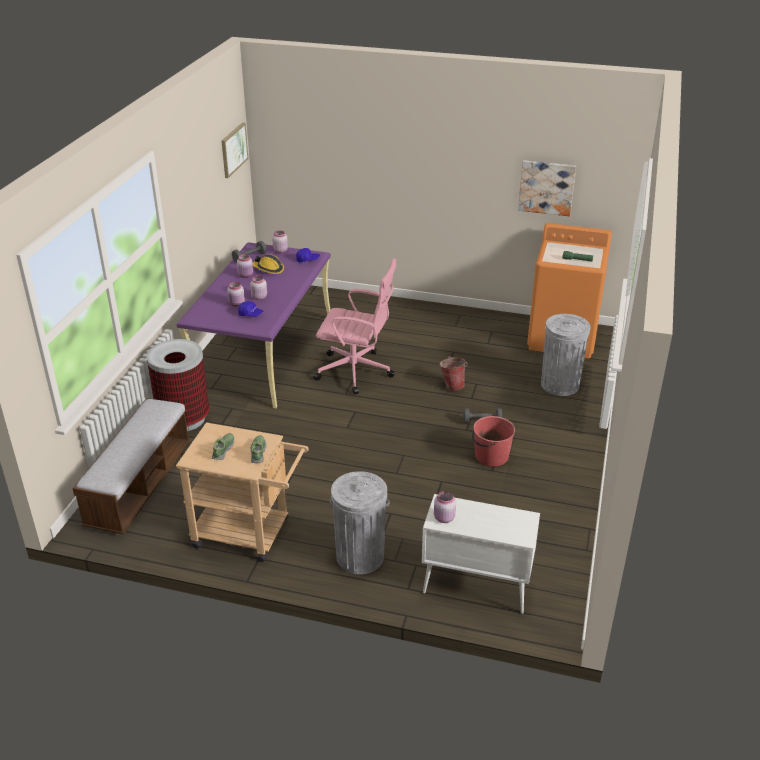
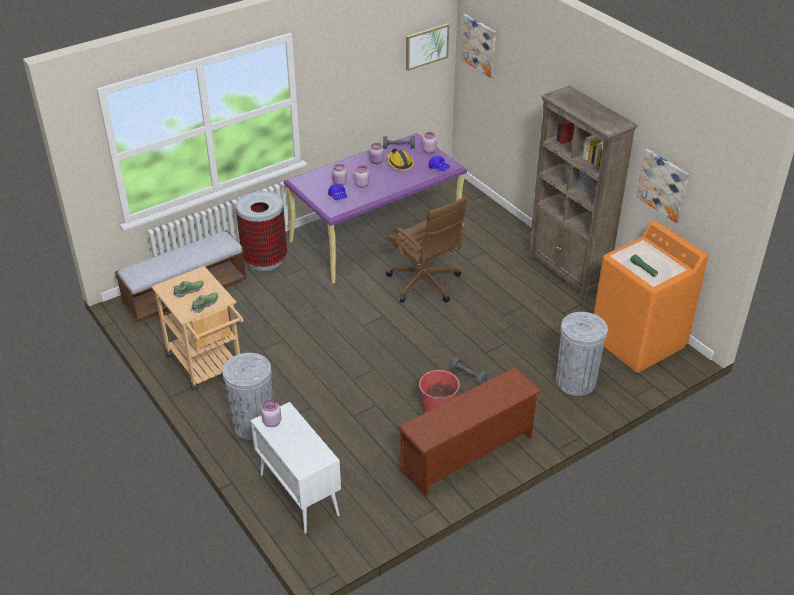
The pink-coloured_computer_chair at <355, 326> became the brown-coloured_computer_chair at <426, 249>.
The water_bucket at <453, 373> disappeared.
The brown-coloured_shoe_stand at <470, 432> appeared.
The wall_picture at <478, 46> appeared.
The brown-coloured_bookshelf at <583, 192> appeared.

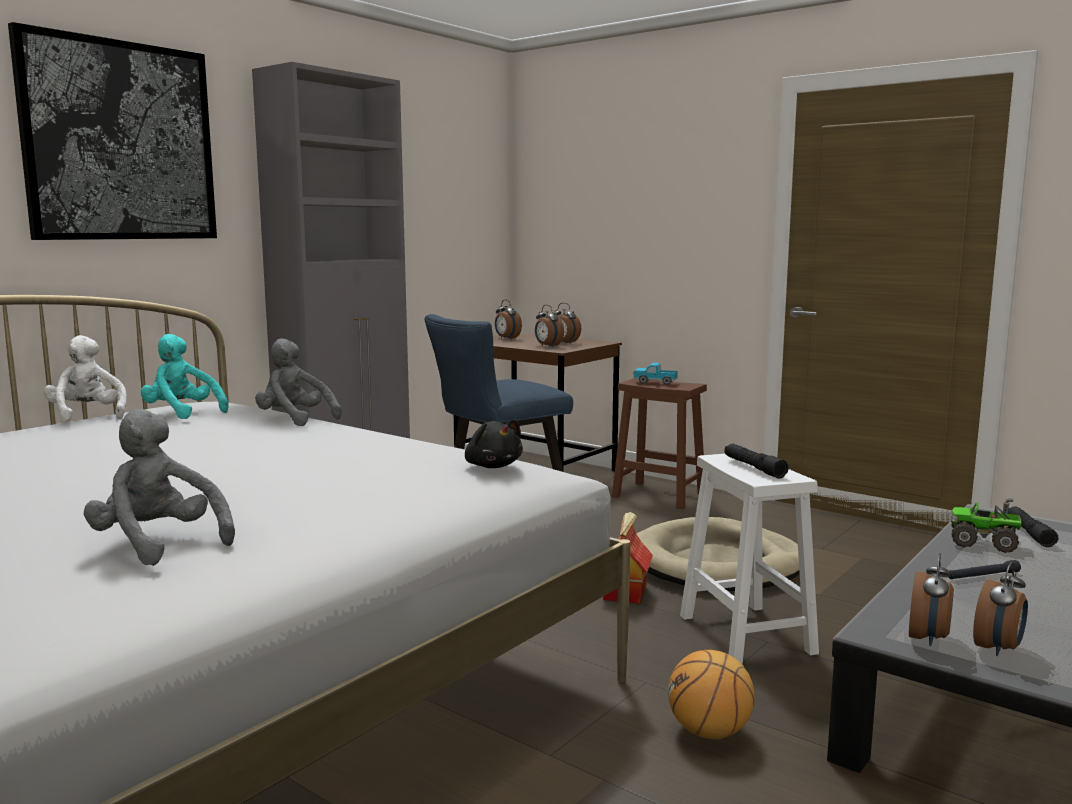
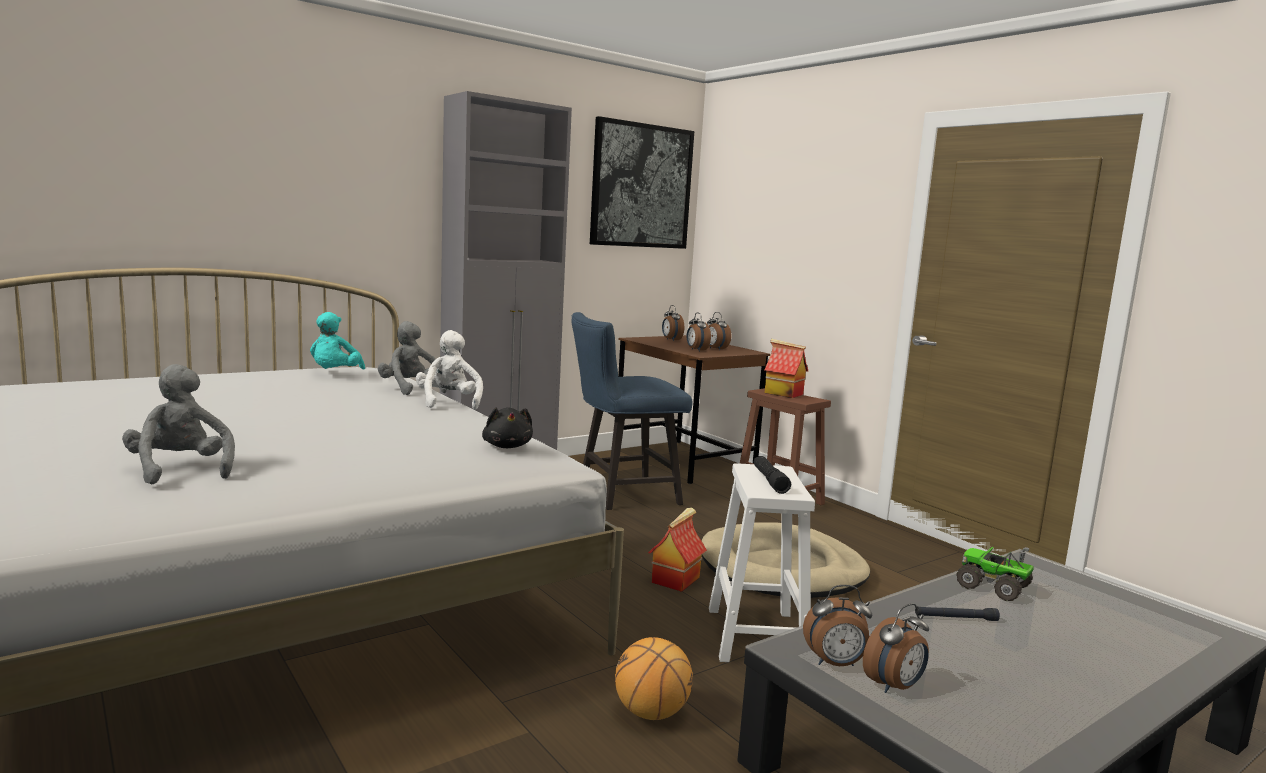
The wall_picture moved from <112, 131> to <642, 182>.
The whitish_plush_toy moved from <85, 378> to <449, 370>.
The turquoise_plush_toy at <185, 376> turned 135 degrees counterclockwise.
The toy_truck at <655, 374> was replaced by the model_house at <786, 368>.
The table_clock at <931, 599> turned 45 degrees clockwise.
The black_flashlight at <1033, 526> disappeared.

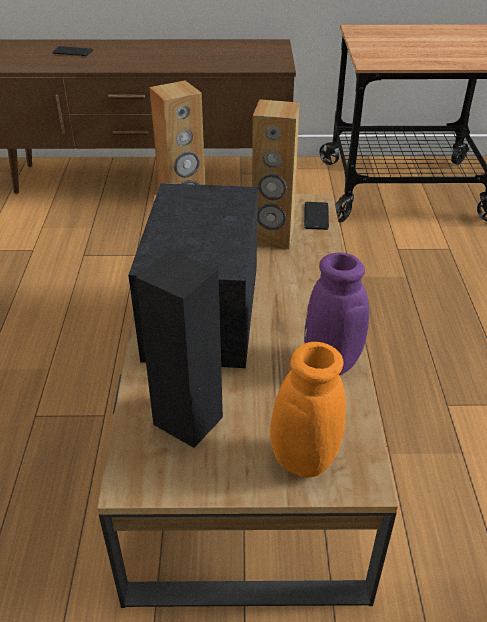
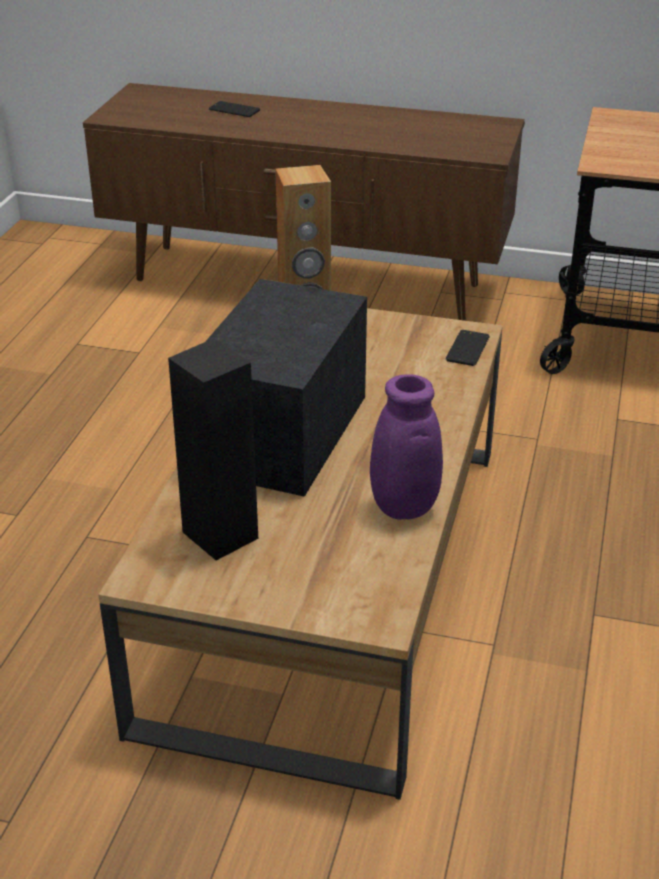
The orange_decorative_vase at <272, 409> disappeared.
The brown-coloured_speaker at <275, 174> disappeared.

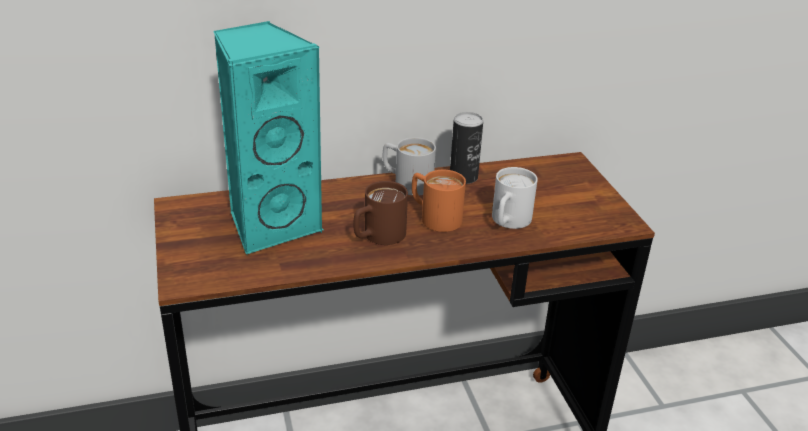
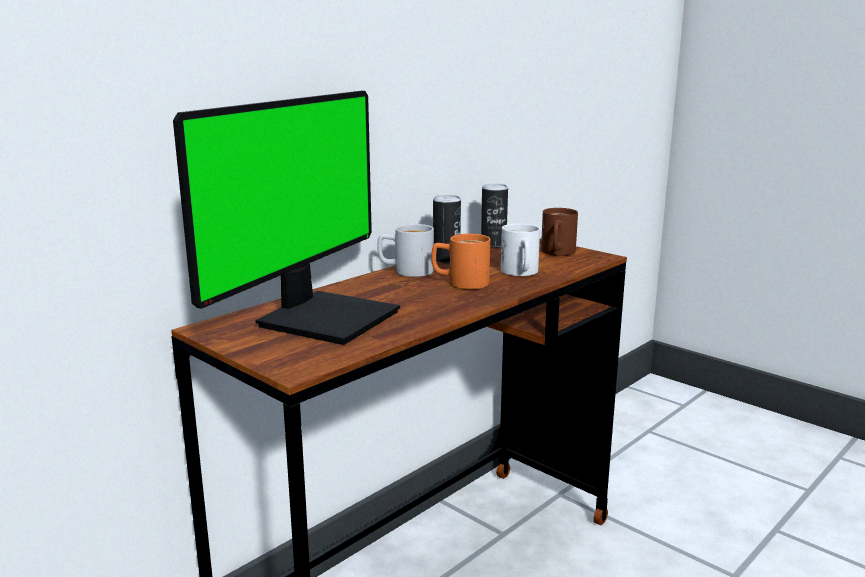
The turquoise_speaker at <268, 137> was replaced by the monitor at <286, 218>.
The brown-coloured_tea_mug moved from <380, 213> to <559, 232>.
The can at <494, 215> appeared.

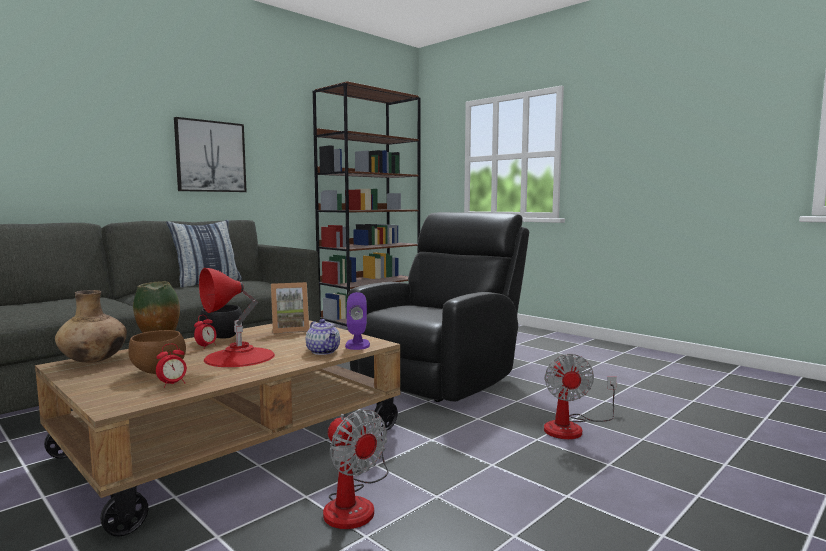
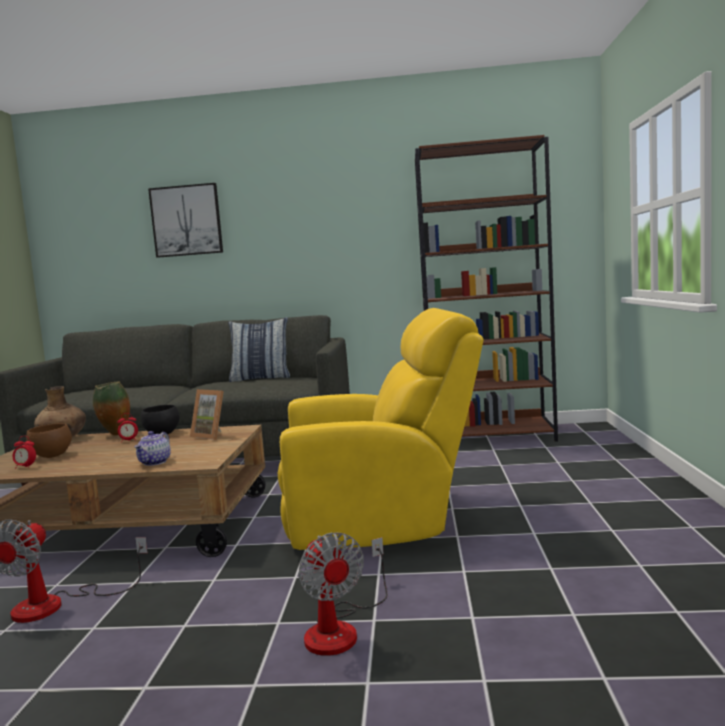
The wall_picture moved from <210, 154> to <185, 220>.
The red-coloured_table_lamp at <237, 317> disappeared.
The purple_speaker at <357, 321> disappeared.
The black_easy_chair at <438, 307> became the yellow-coloured_easy_chair at <381, 429>.
The fan at <580, 396> turned 75 degrees counterclockwise.

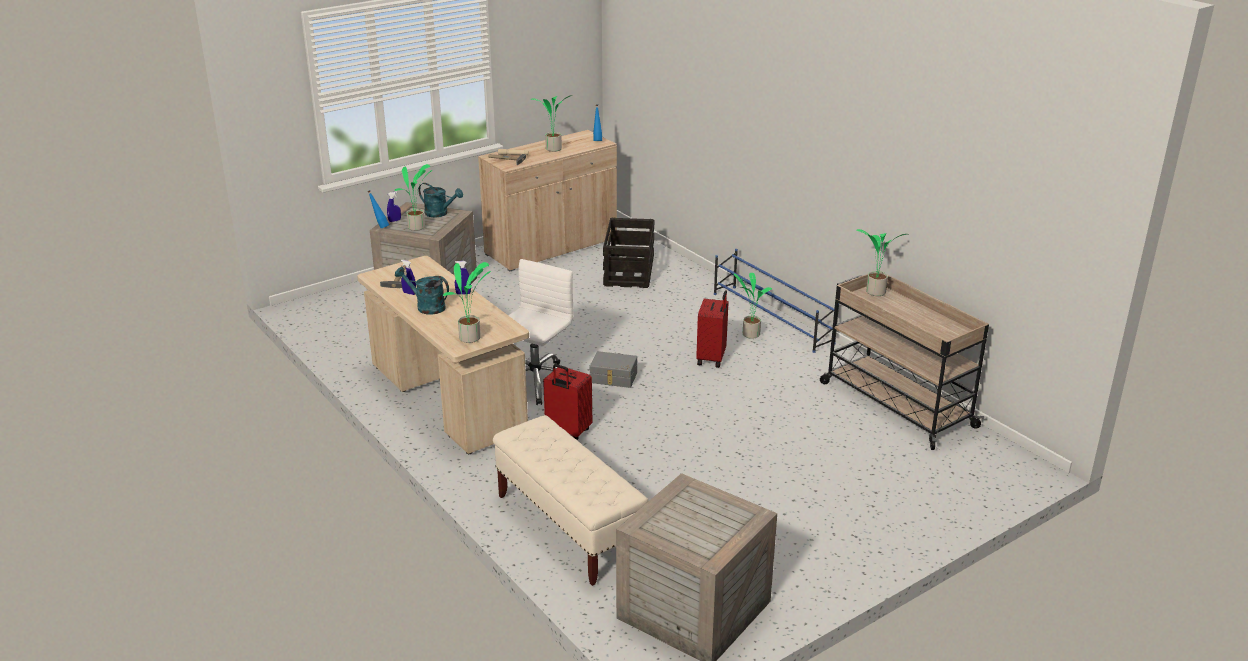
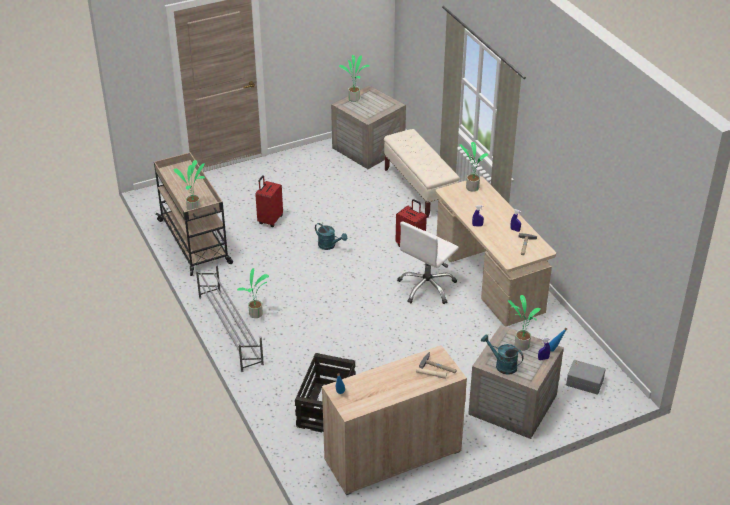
The turquoise_watering_can moved from <422, 291> to <331, 236>.
The potted_plant moved from <551, 123> to <354, 78>.
The greyish_storage_container moved from <613, 369> to <586, 377>.
The red-coloured_suitcase moved from <712, 329> to <269, 201>.
The blue_shoe_stand at <776, 301> became the greyish_shoe_stand at <230, 318>.

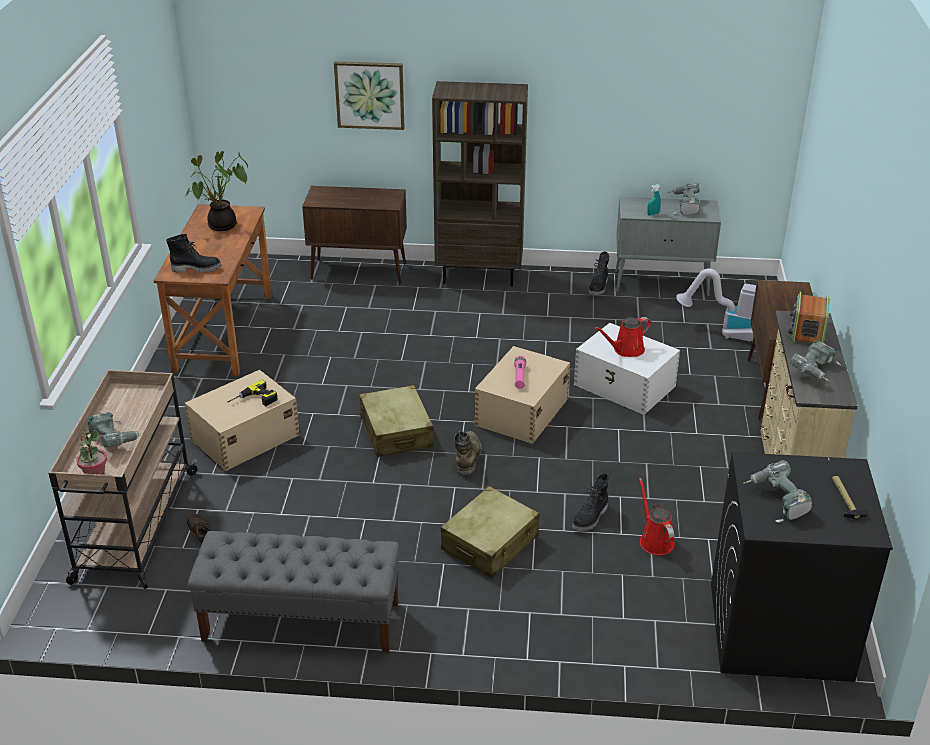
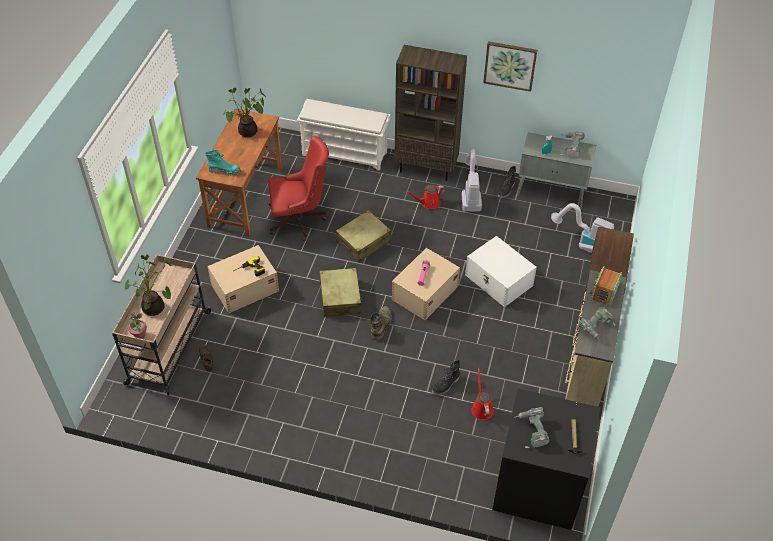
The drill at <114, 429> was replaced by the potted_plant at <148, 285>.
The black_tall_boot at <194, 253> became the turquoise_tall_boot at <223, 163>.
The greyish_long_seat at <293, 592> disappeared.
The brown-coloured_storage_cabinet at <354, 235> was replaced by the whitish_shoe_stand at <344, 135>.
The wall_picture moved from <369, 95> to <510, 66>.
The sand-coloured_suitcase moved from <490, 532> to <363, 236>.
The red-coloured_watering_can moved from <622, 337> to <425, 197>.
The red-coloured_computer_chair at <298, 188> appeared.
The vacuum_cleaner at <472, 180> appeared.

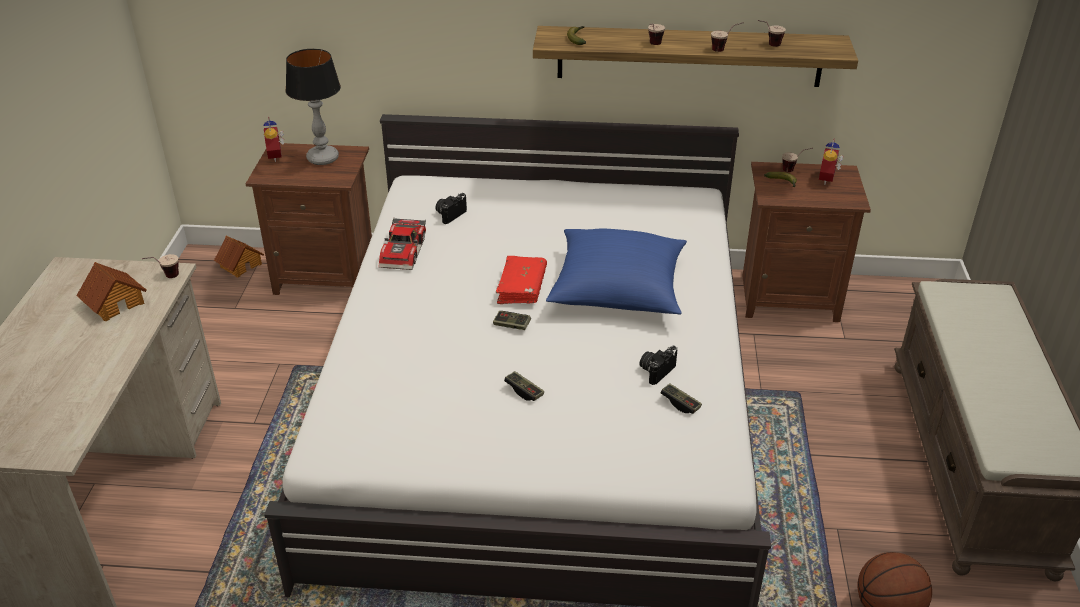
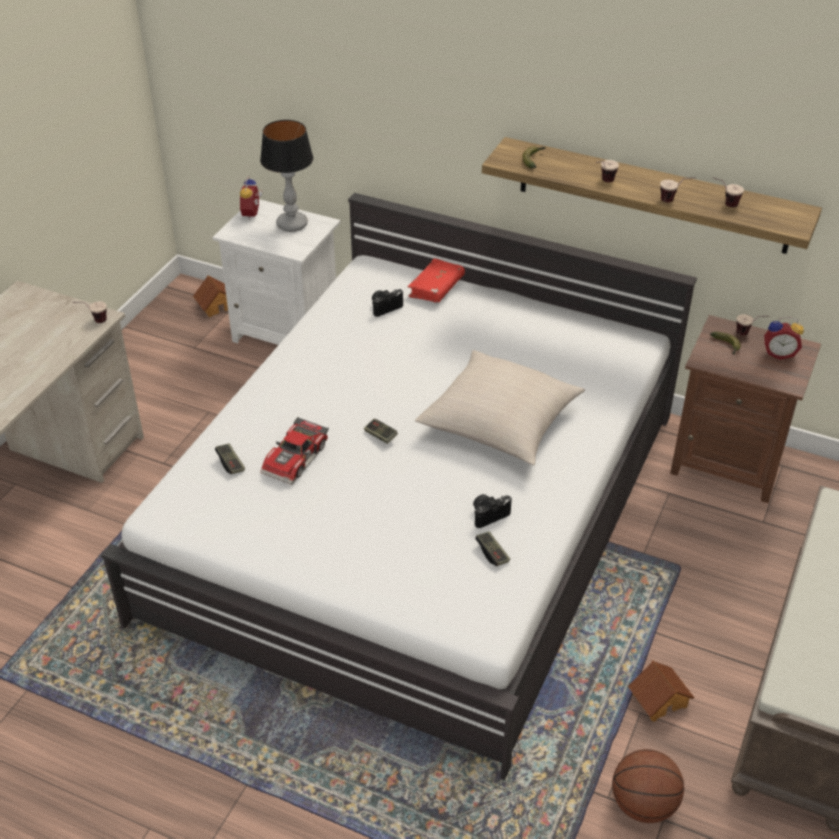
The model_house moved from <111, 291> to <661, 691>.
The brown-coloured_nightstand at <309, 219> became the whitish_nightstand at <276, 272>.
The toy_car moved from <402, 244> to <294, 451>.
The red-coloured_book moved from <521, 280> to <436, 280>.
The joypad moved from <524, 386> to <230, 459>.
The blue_cushion at <616, 271> became the sand-coloured_cushion at <500, 407>.
The table_clock at <831, 161> turned 120 degrees counterclockwise.

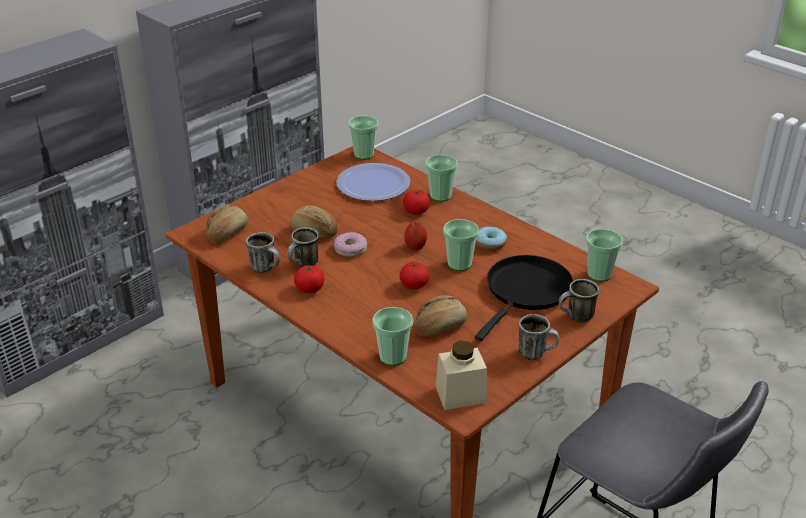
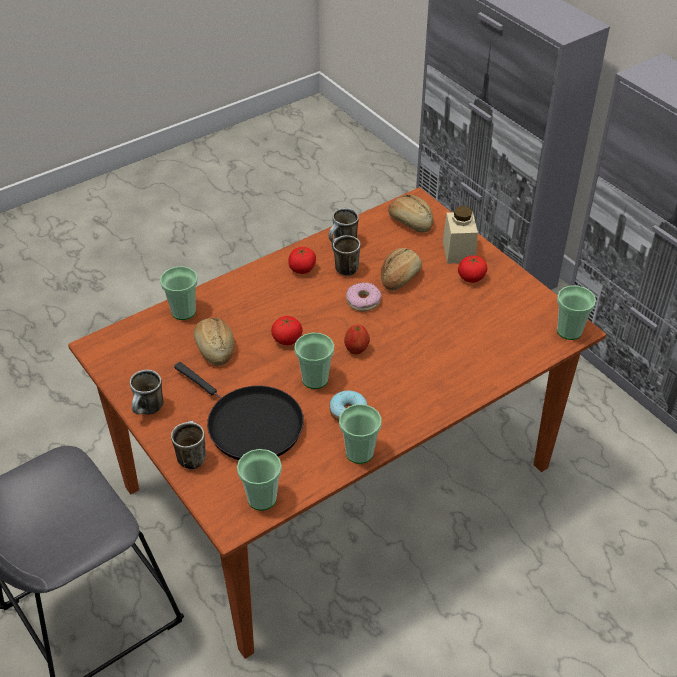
The flat_dish at <373, 182> disappeared.
The tomato moved from <416, 202> to <472, 269>.
The small_cup moved from <441, 178> to <360, 434>.
The sand-coloured_jar moved from <461, 375> to <460, 235>.

